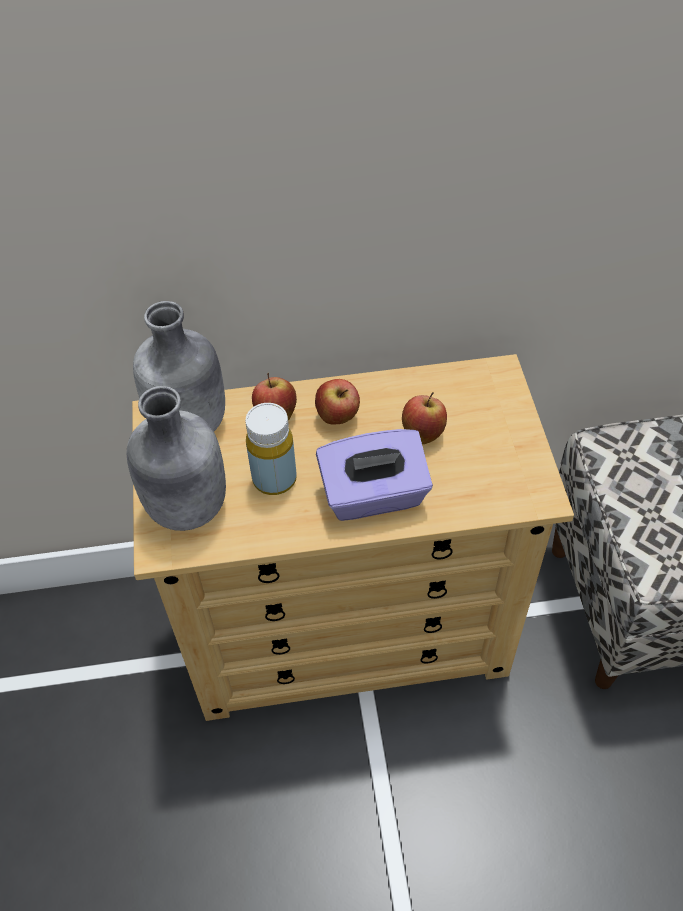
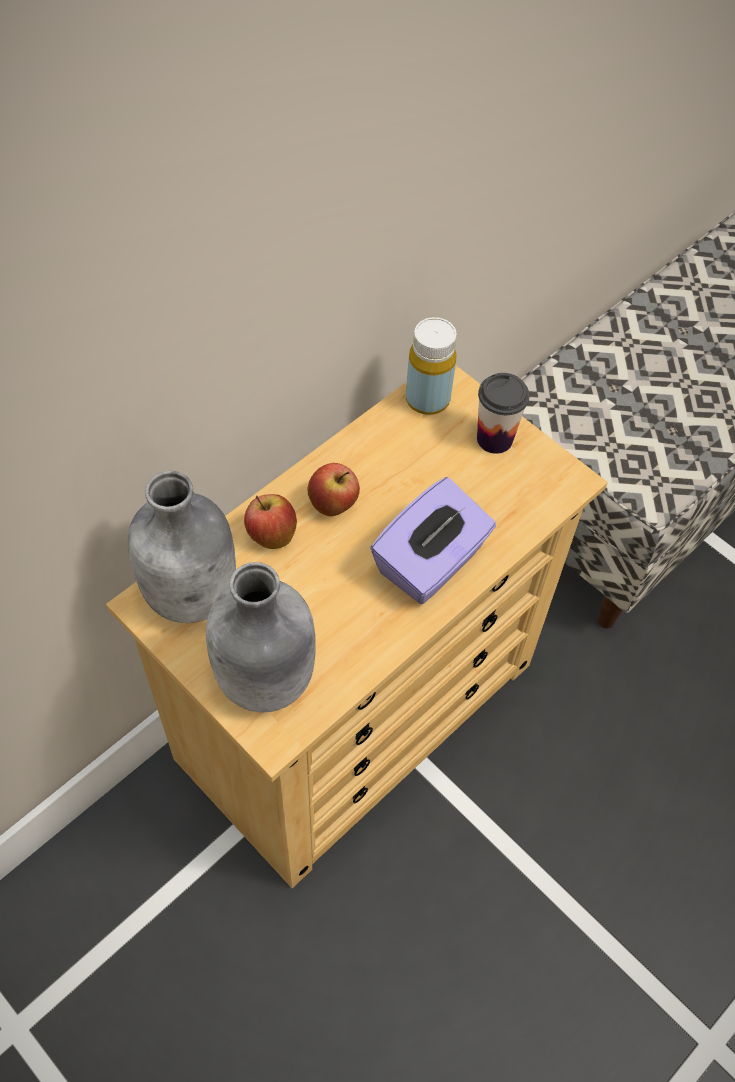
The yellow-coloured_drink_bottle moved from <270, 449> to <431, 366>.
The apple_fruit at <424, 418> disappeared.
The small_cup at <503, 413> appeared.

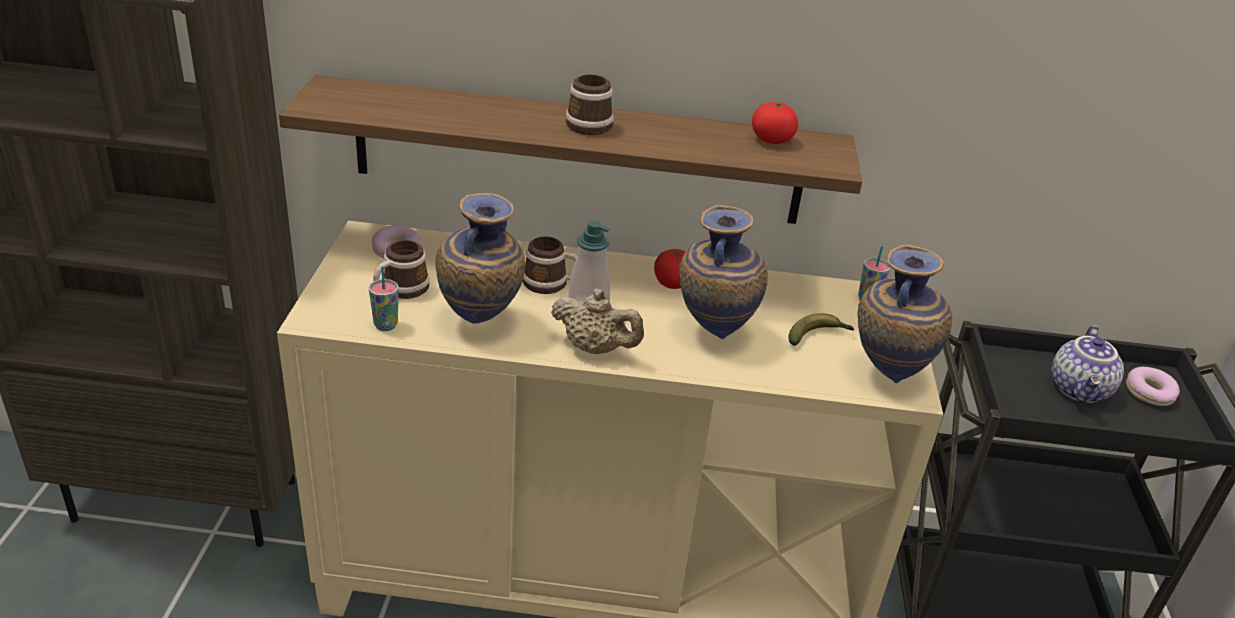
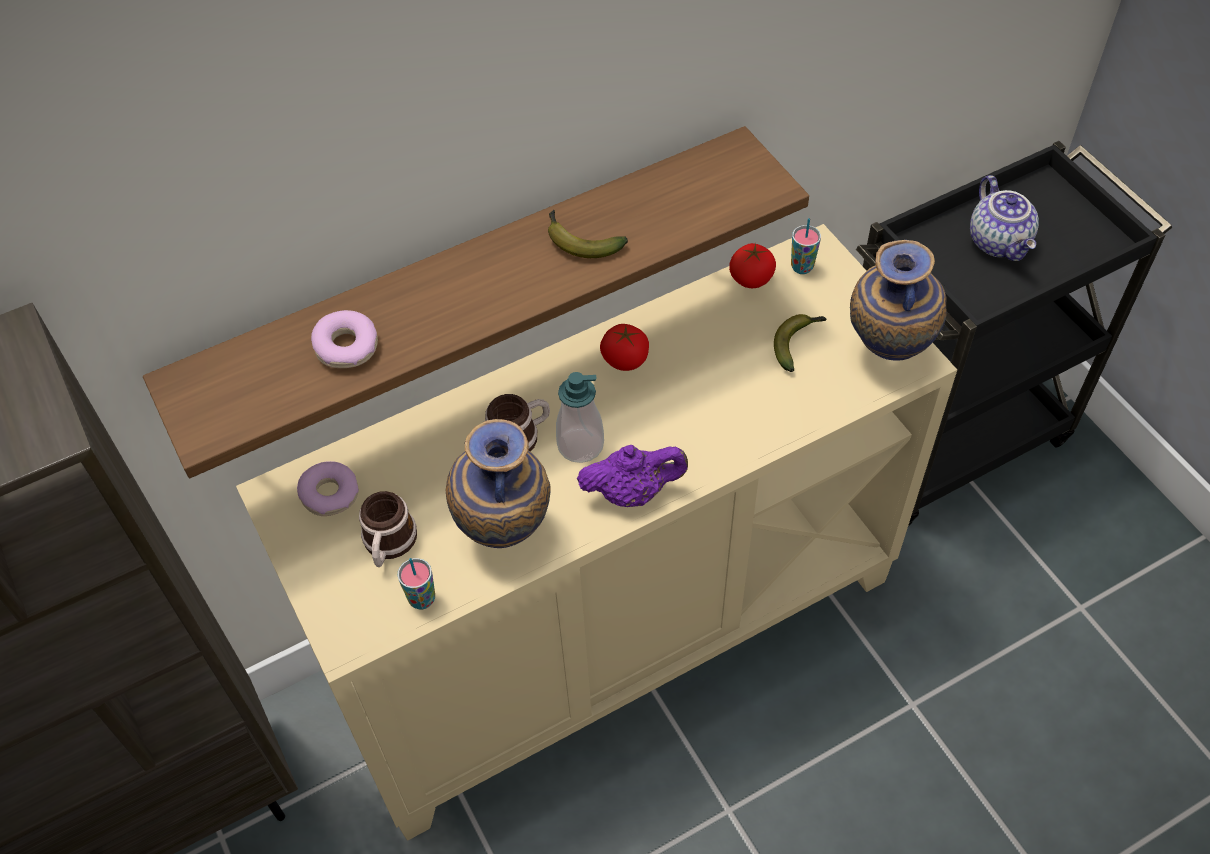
The sand-coloured_pot_for_tea at <597, 321> became the purple_pot_for_tea at <632, 476>.
The tea_mug at <590, 104> disappeared.
The decorative_vase at <723, 272> disappeared.
The tomato moved from <775, 123> to <752, 265>.
The donut moved from <1153, 386> to <344, 339>.
The whole_banana at <588, 234> appeared.

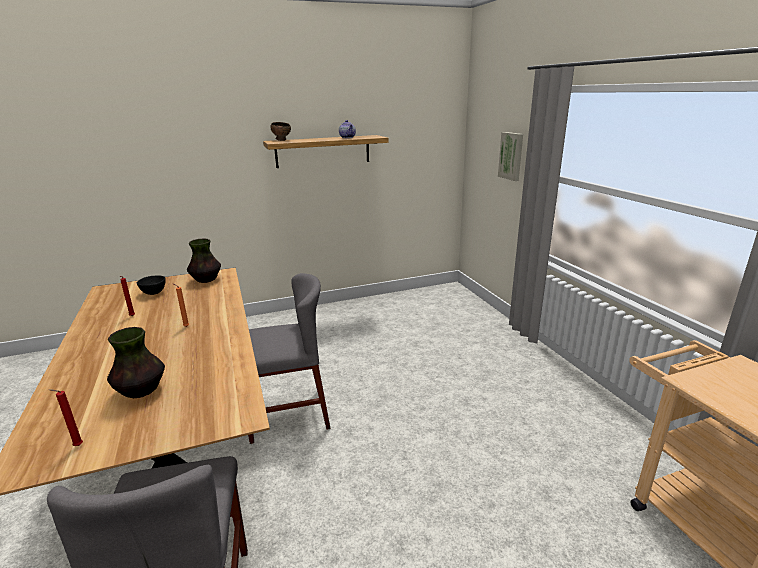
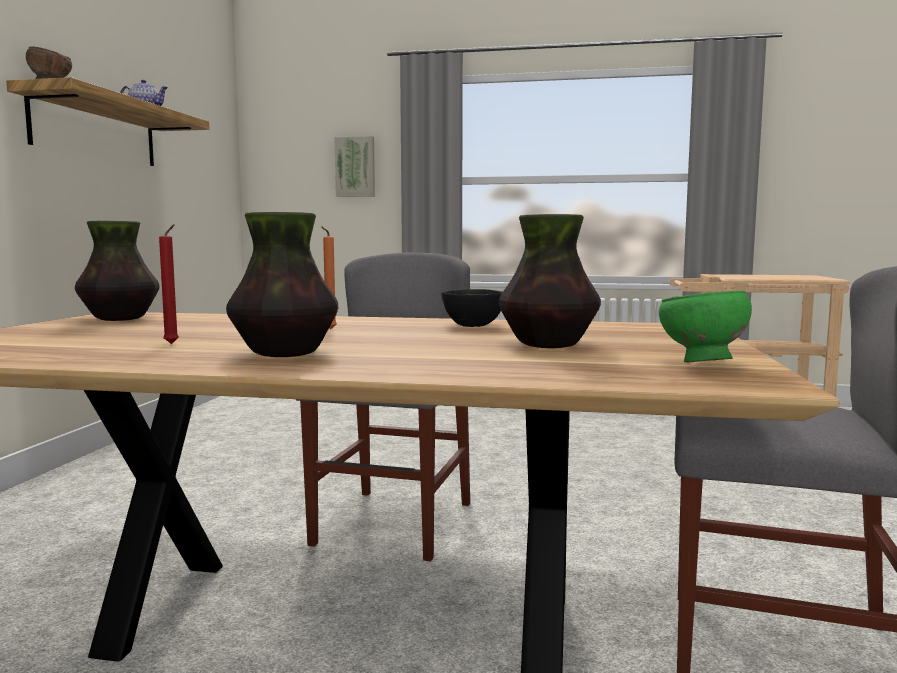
The red-coloured_wax_light at <66, 417> was replaced by the greenish_deep_dish at <705, 327>.
The black_deep_dish moved from <151, 285> to <471, 308>.
The decorative_vase at <282, 284> appeared.

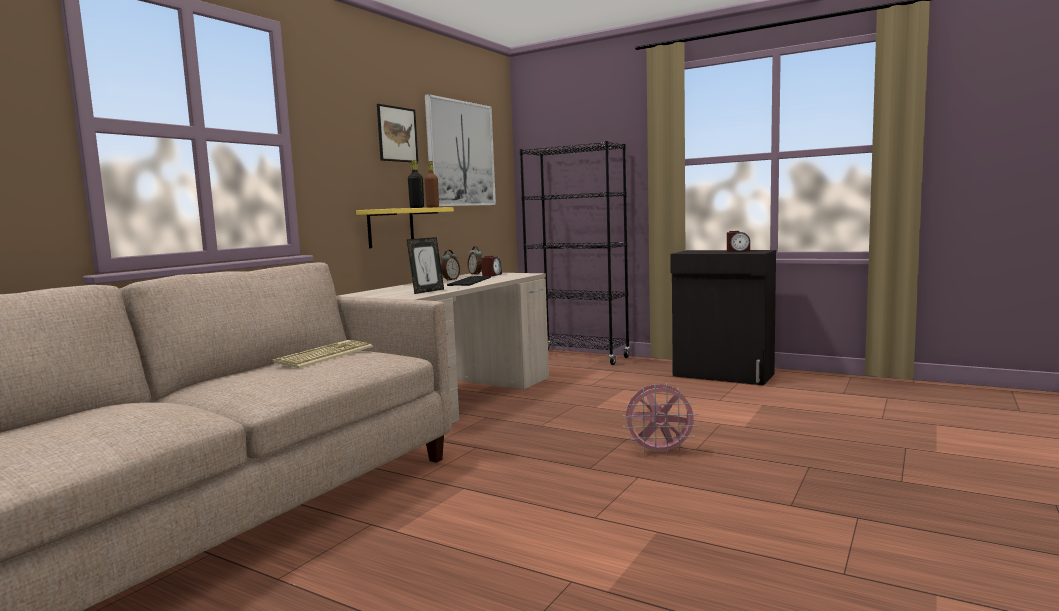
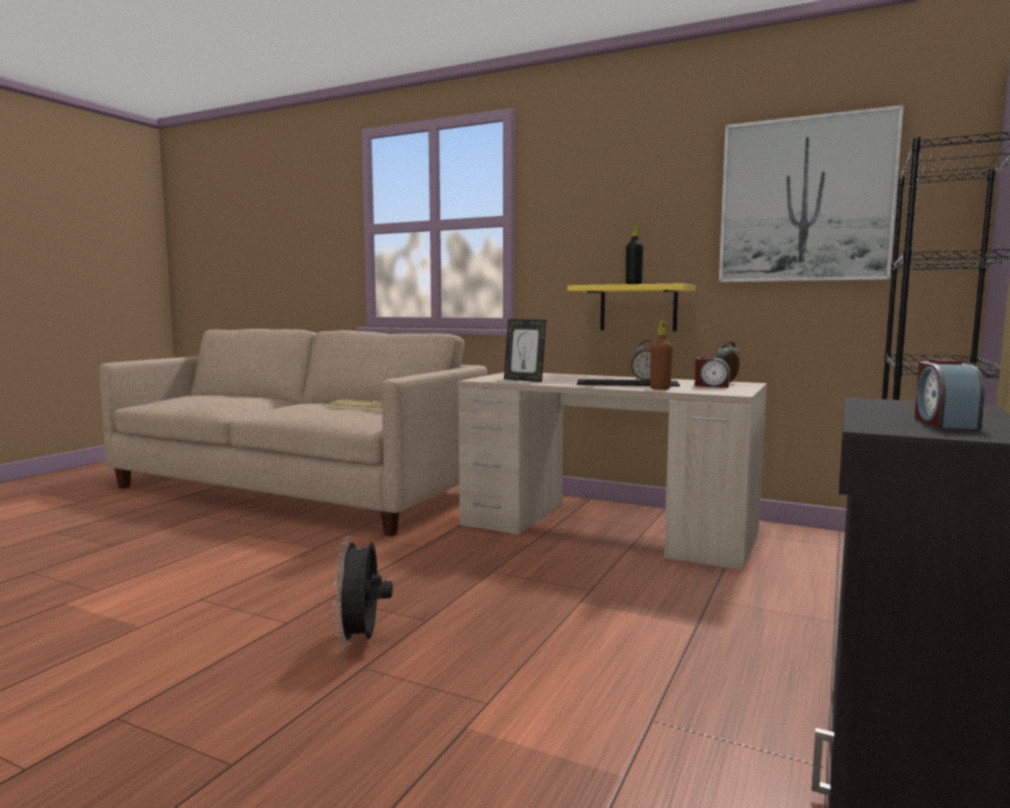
The wall_picture at <397, 133> disappeared.
The brown-coloured_drink_bottle moved from <432, 184> to <661, 355>.
The pink-coloured_fan at <661, 420> became the black_fan at <363, 592>.

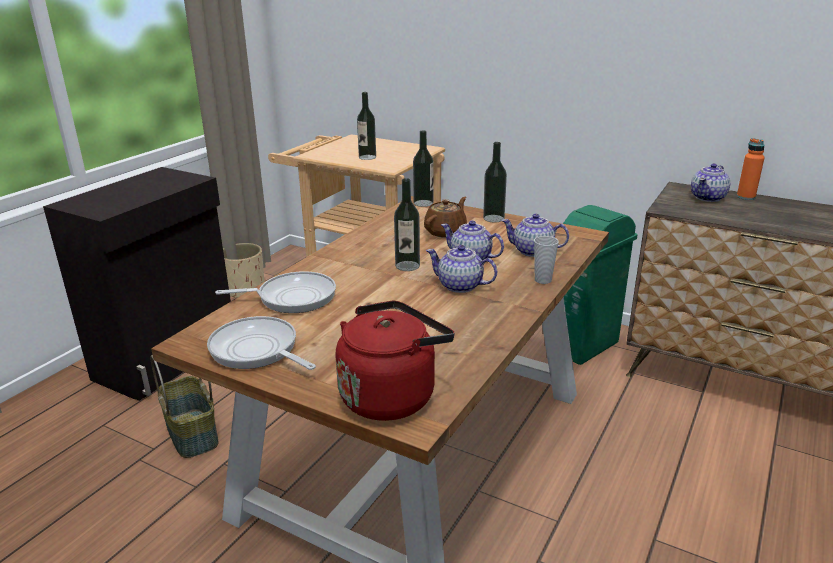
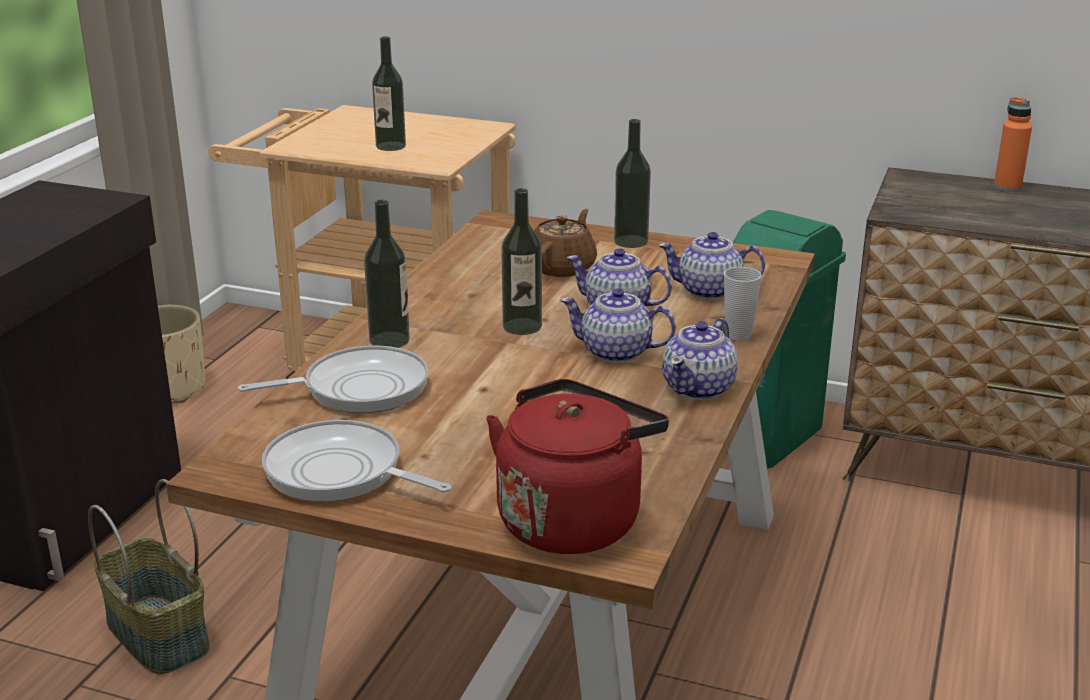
The drink_bottle moved from <423, 168> to <387, 274>.
The pot_for_tea moved from <710, 182> to <699, 359>.

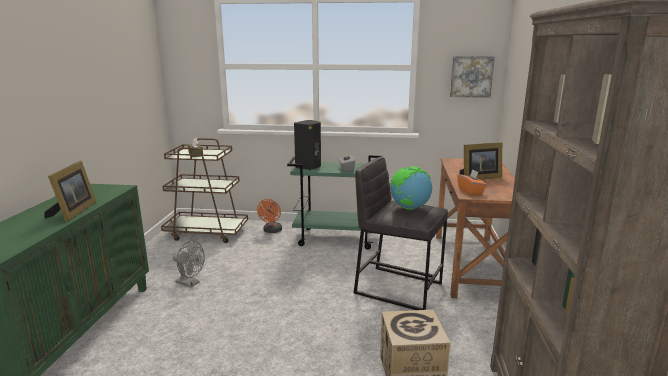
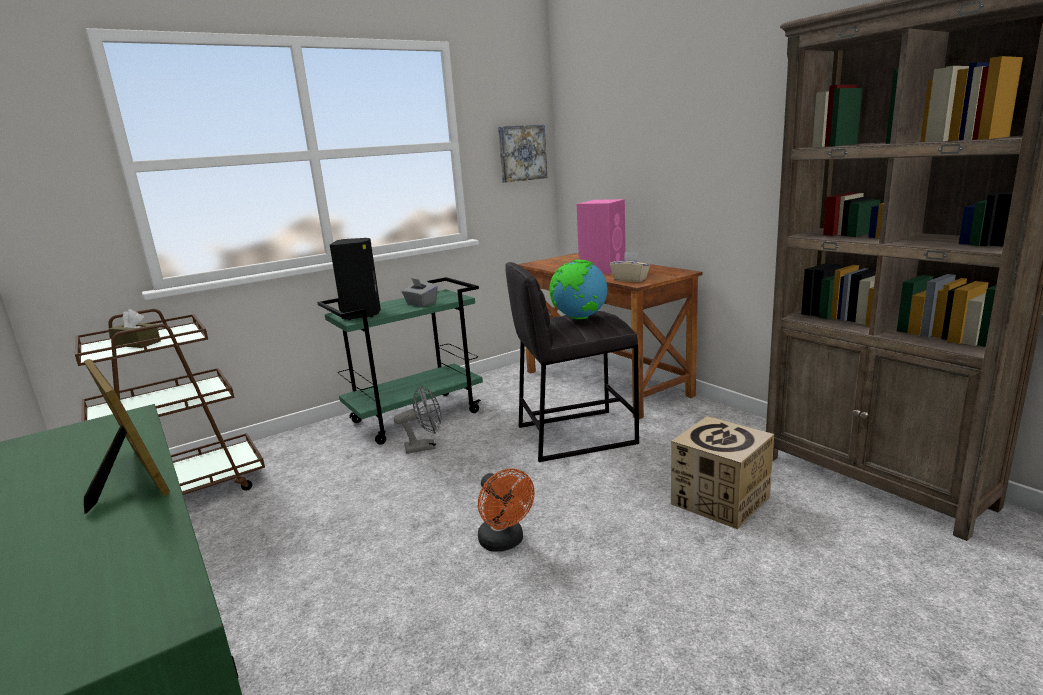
The greyish_fan moved from <188, 264> to <417, 419>.
The orange_fan moved from <269, 216> to <506, 510>.
The orange_tissue_box at <472, 182> became the sand-coloured_tissue_box at <630, 267>.
The picture_frame at <480, 161> was replaced by the pink-coloured_speaker at <601, 236>.

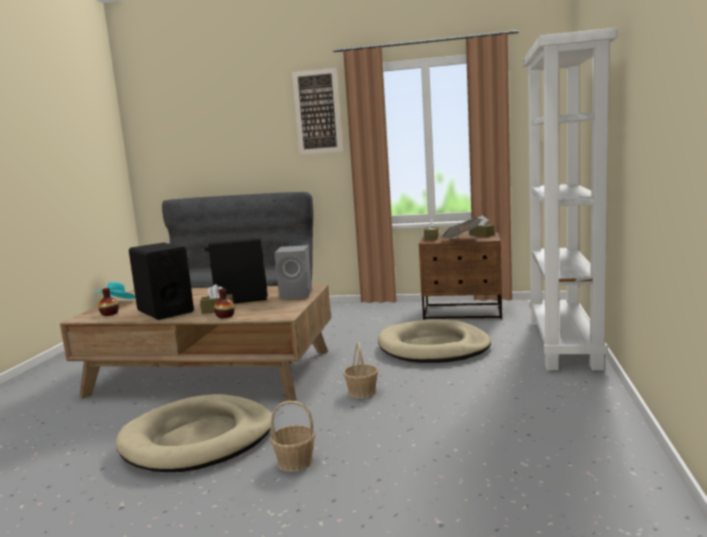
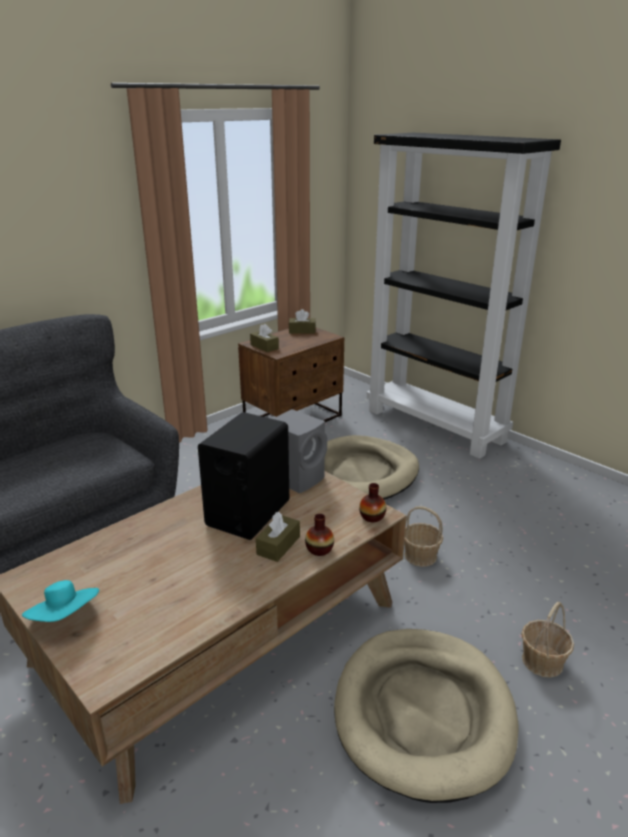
The decorative_vase moved from <108, 302> to <372, 502>.
The black_speaker at <161, 281> disappeared.
The wall_picture at <317, 111> disappeared.
The newspaper at <461, 228> disappeared.
The whitish_bookshelf at <570, 199> became the black_bookshelf at <464, 296>.

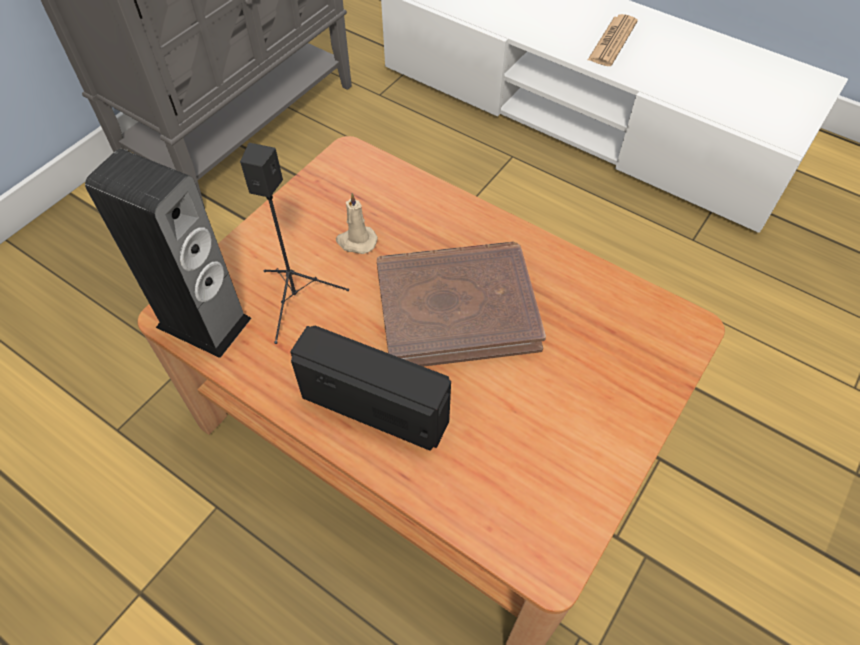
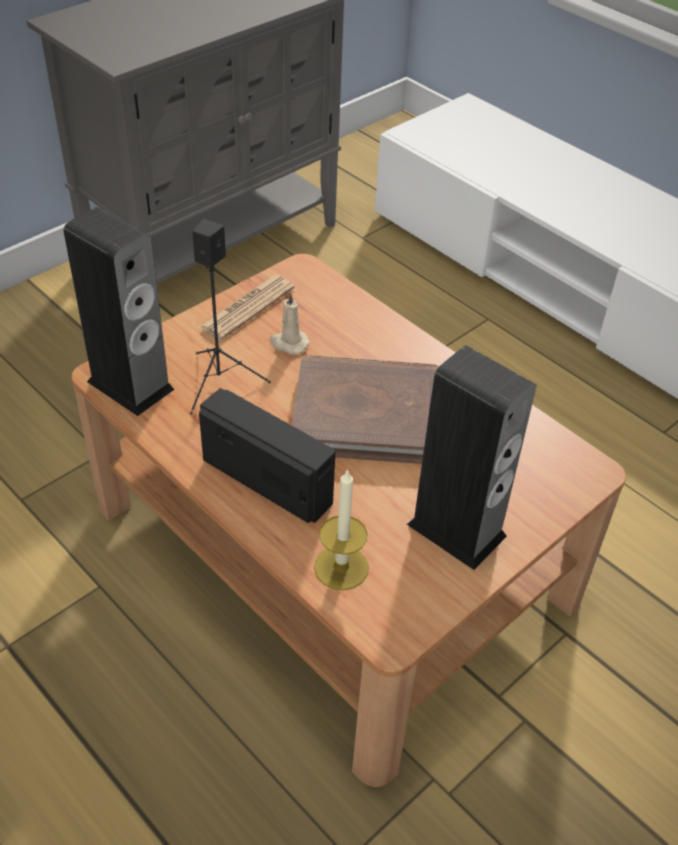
The newspaper moved from <613, 40> to <247, 307>.
The wax_light at <341, 529> appeared.
The speaker at <471, 457> appeared.

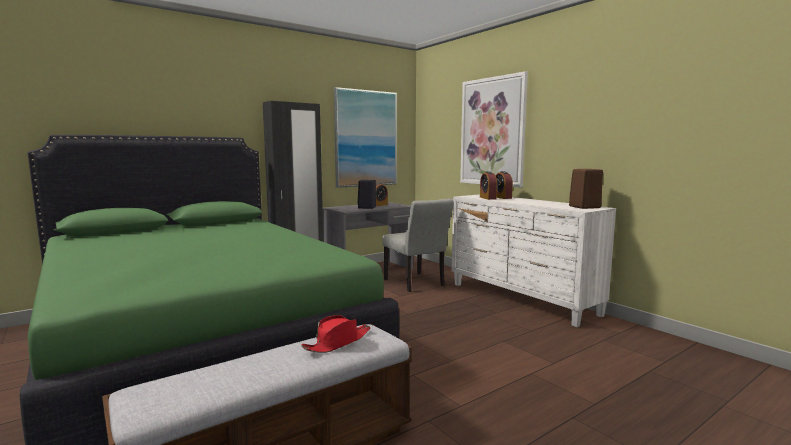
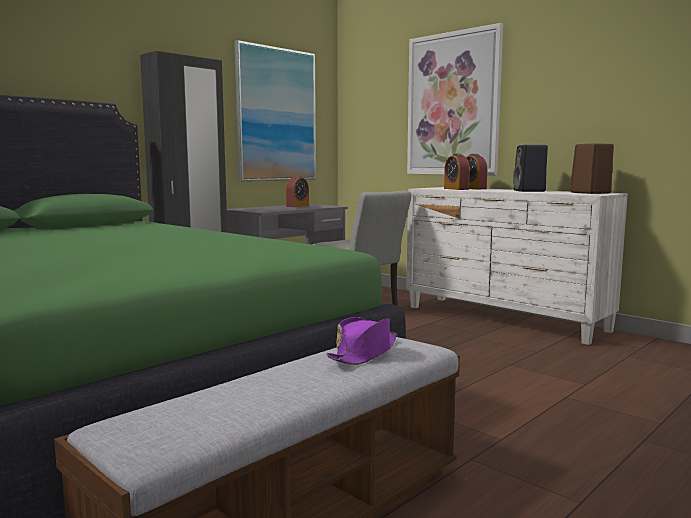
The red-coloured_wearable_hat at <336, 334> became the purple_wearable_hat at <361, 341>.
The black_speaker moved from <366, 194> to <530, 168>.

